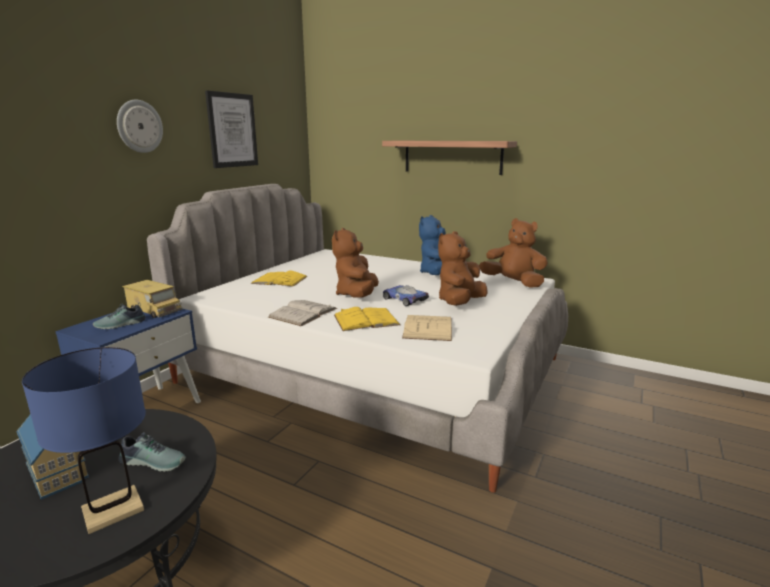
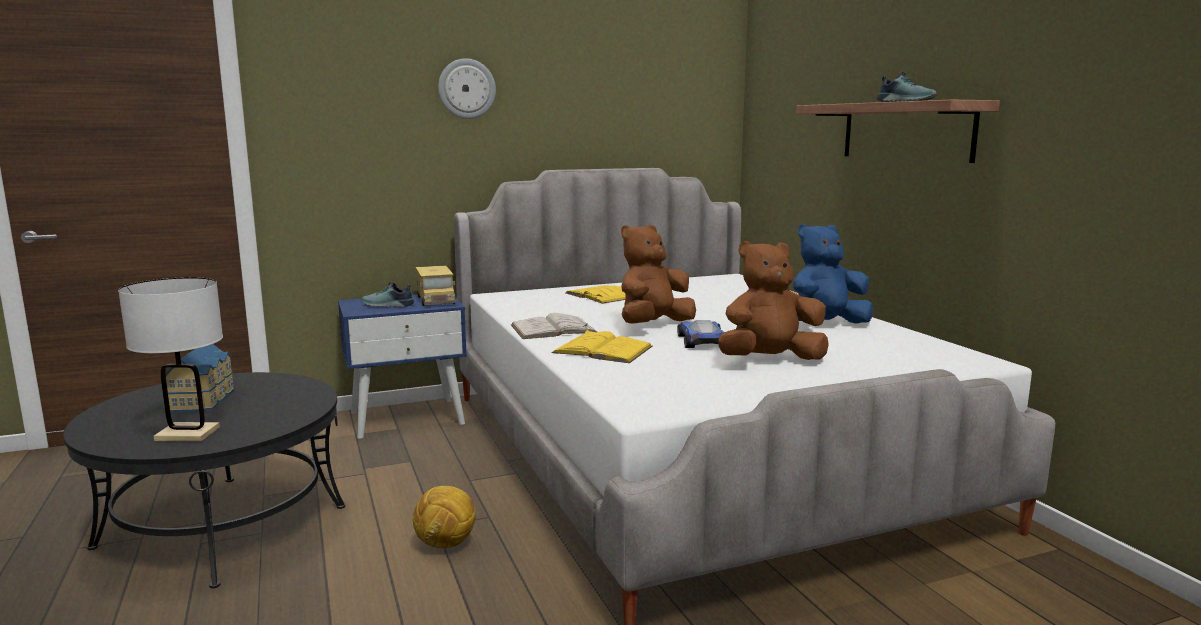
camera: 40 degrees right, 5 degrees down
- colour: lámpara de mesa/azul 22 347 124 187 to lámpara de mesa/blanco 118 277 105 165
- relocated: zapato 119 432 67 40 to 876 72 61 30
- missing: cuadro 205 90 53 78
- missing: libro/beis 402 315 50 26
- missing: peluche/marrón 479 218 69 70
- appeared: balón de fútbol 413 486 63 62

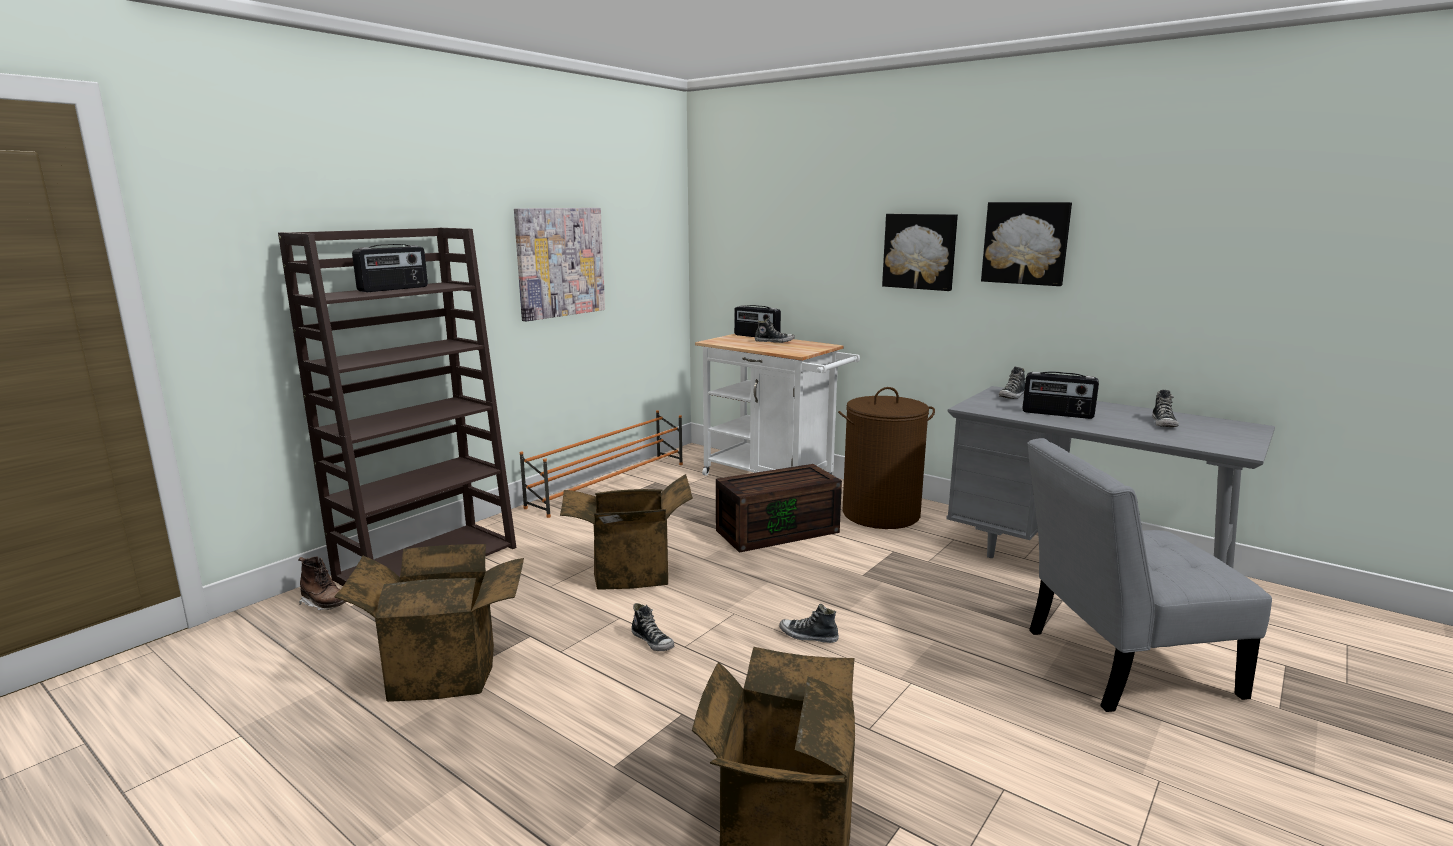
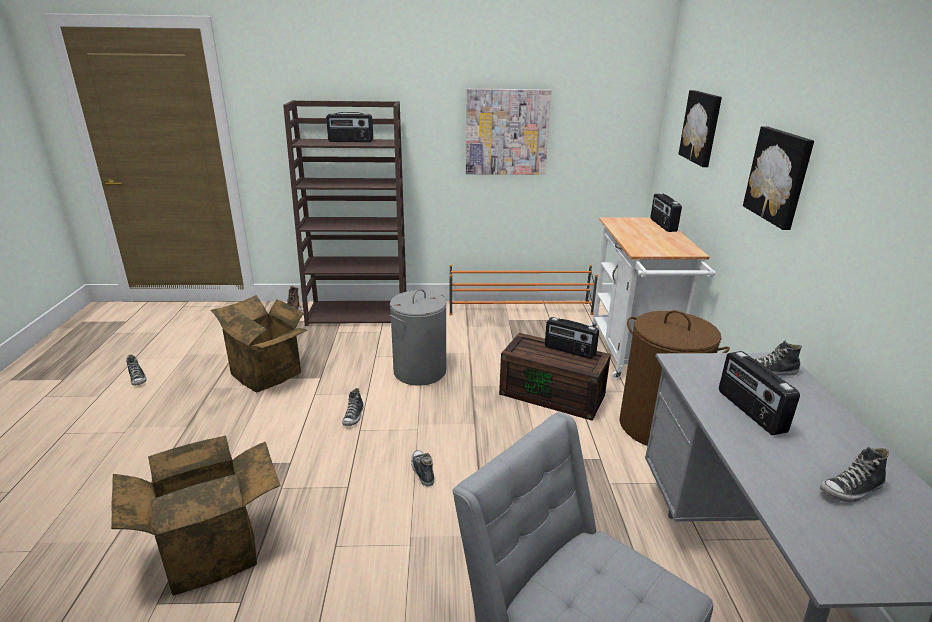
camera: 50 degrees right, 10 degrees up
- exchanged: caja de cartón 560 474 133 116 to cesto de la ropa/gris 390 289 57 97
- relocated: zapato 755 318 40 25 to 126 354 21 32
- relocated: cuadro 981 202 91 84 to 679 90 43 77
- appeared: radio 545 317 54 42

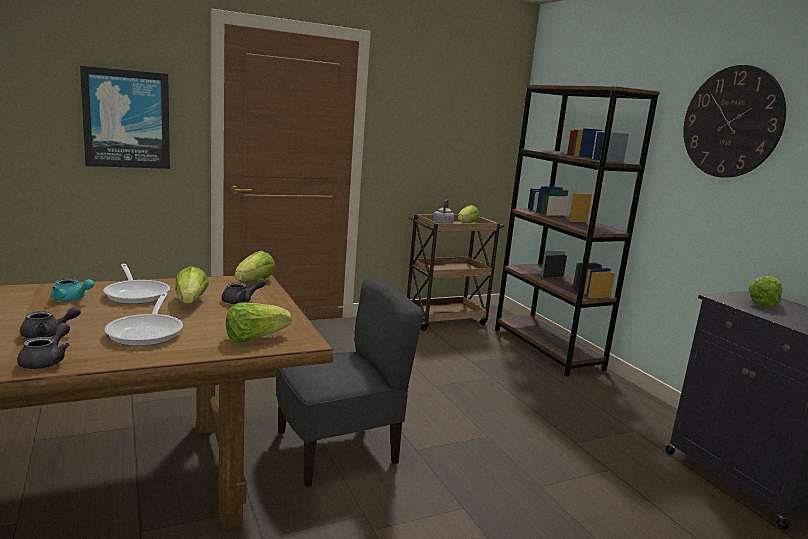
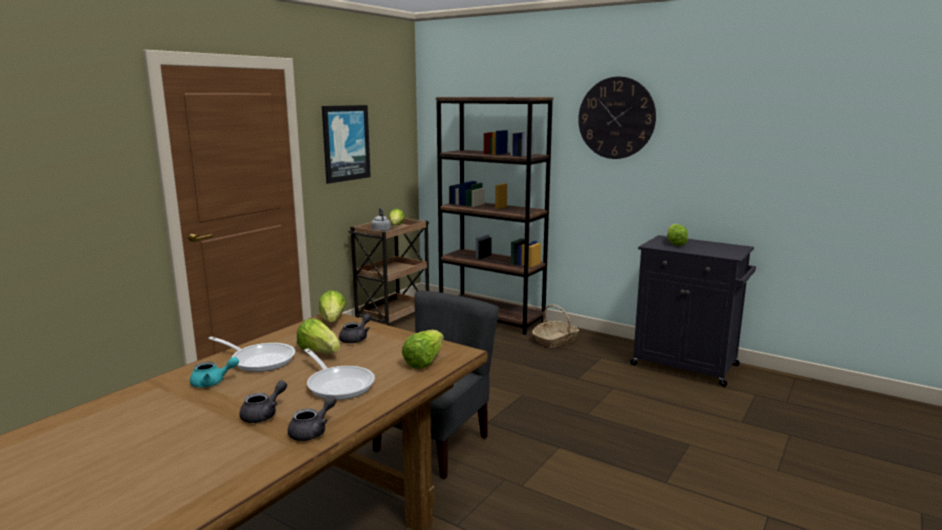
camera: 30 degrees left, 0 degrees up
- spun: tetera/gris 17 323 53 46 = 288 395 49 46 60 degrees clockwise
- relocated: cuadro 80 66 90 103 to 322 105 49 79
- appeared: cesta 532 304 47 44

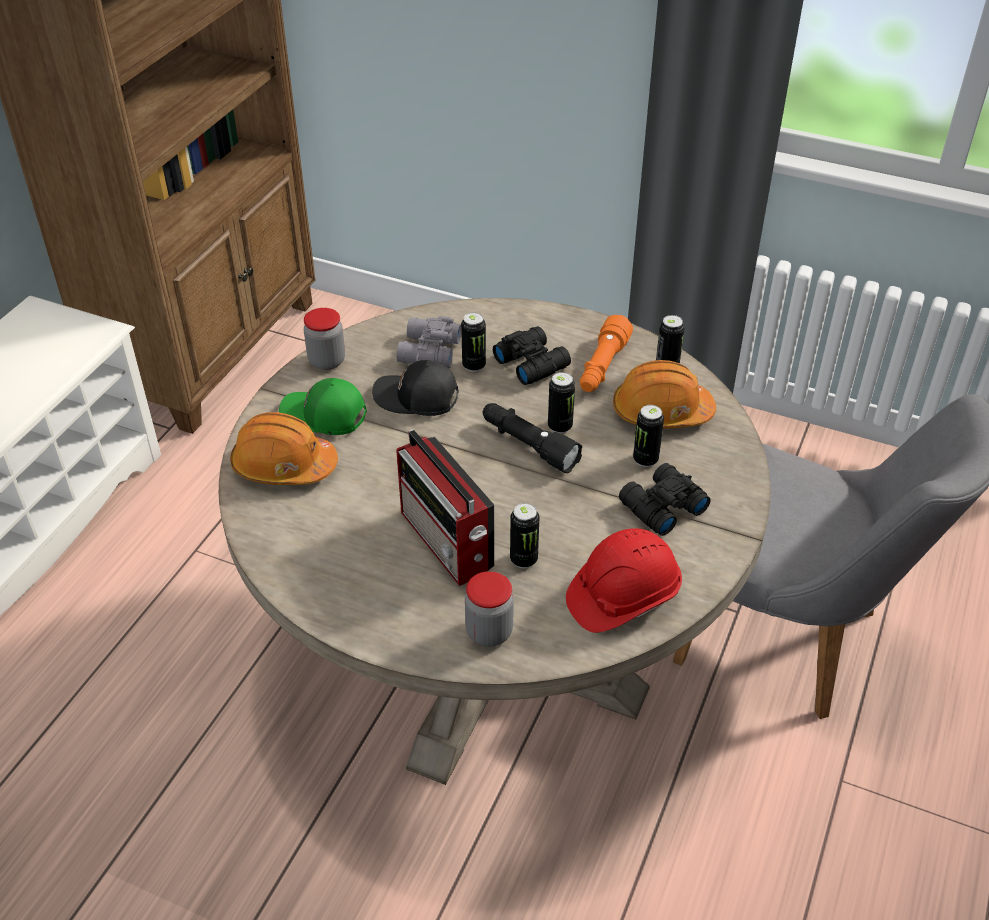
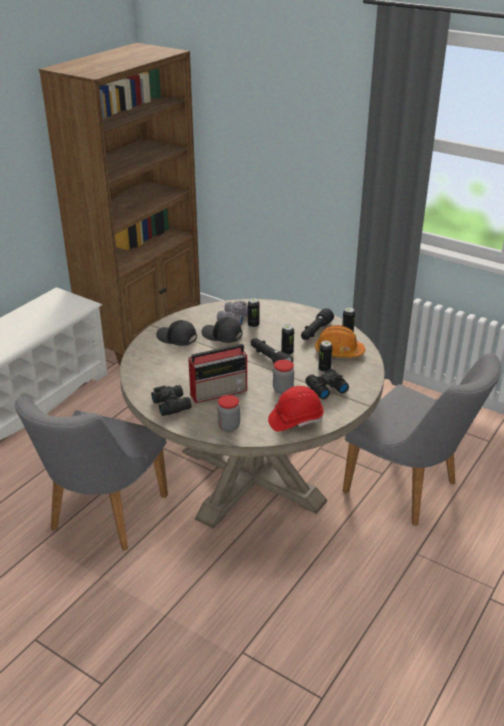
camera: 10 degrees right, 10 degrees down
- missing: casco/naranja 230 412 108 73
- colour: gorra/verde 279 378 88 57 to gorra/negro 156 320 41 26
- relocated: tarro 304 308 41 62 to 273 360 21 34
- spun: radio 396 429 98 157 = 188 344 60 59 90 degrees counterclockwise
- relocated: prismáticos/negro 493 326 78 59 to 151 385 41 31
- missing: lata 510 503 30 65
- colour: linterna/naranja 580 315 53 77 to linterna/negro 301 308 33 32
- appeared: silla/gris 15 397 153 154

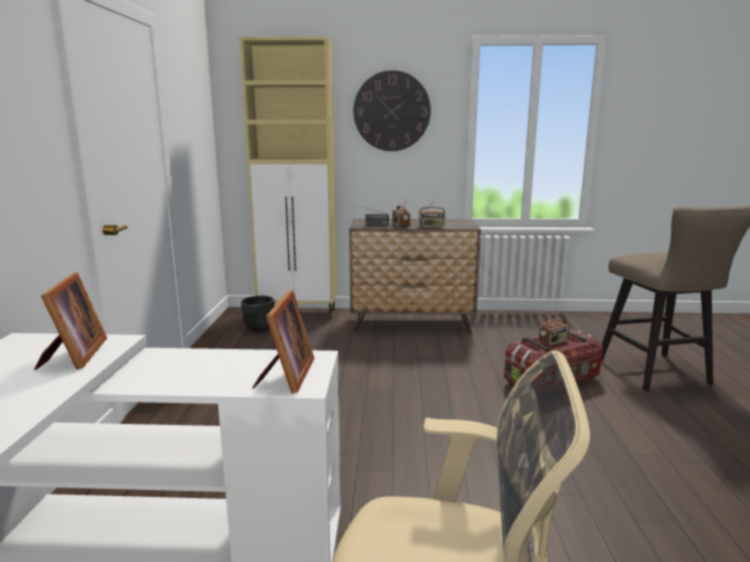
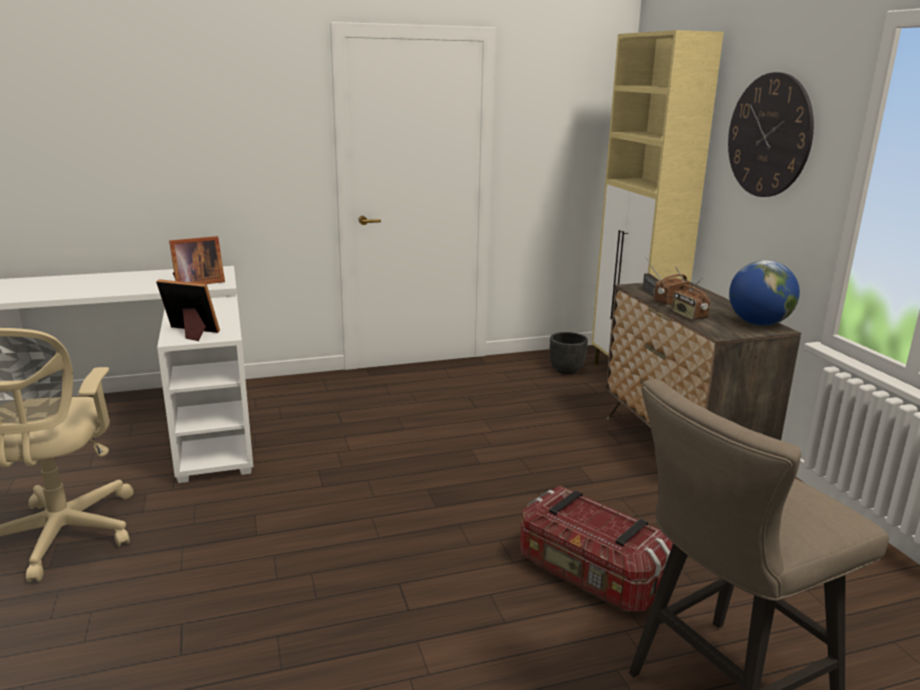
camera: 70 degrees right, 5 degrees up
- spun: portarretratos 252 290 62 103 = 156 279 64 62 150 degrees counterclockwise
- missing: radio 539 309 30 37
- appeared: globo terráqueo 729 260 71 66

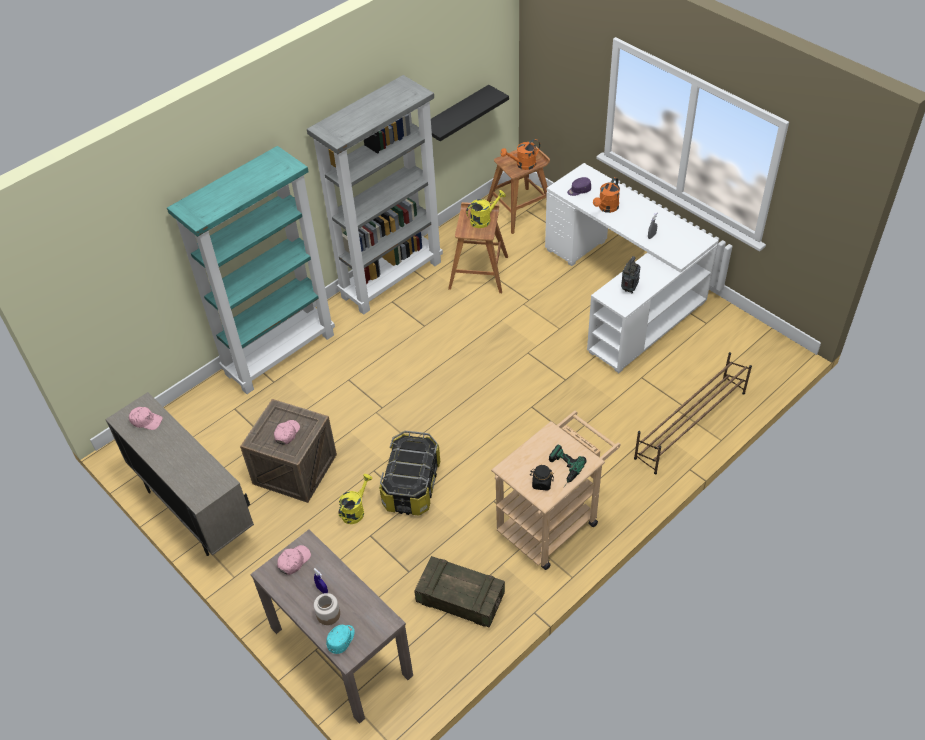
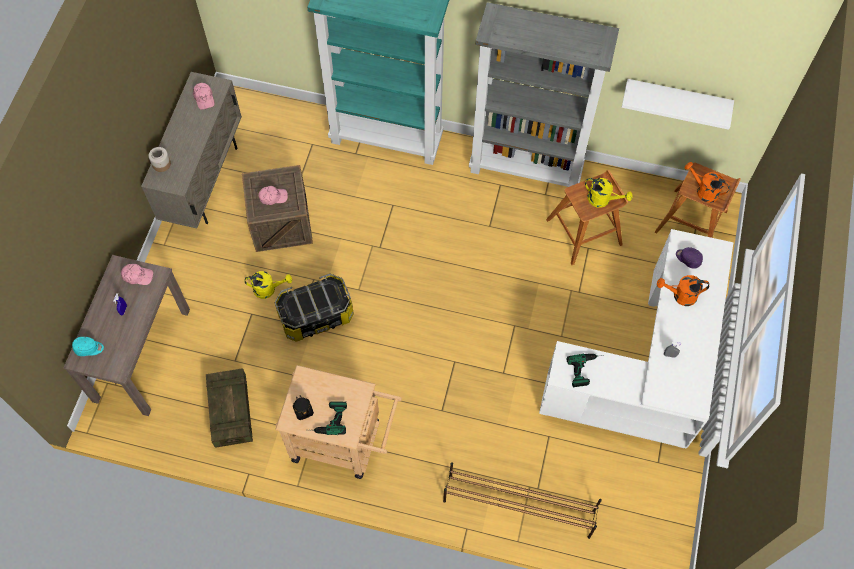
camera: 55 degrees right, 15 degrees up
- relocated: tarro 314 593 26 32 to 149 147 22 25
- colour: estante/negro 431 85 78 56 to estante/blanco 622 79 112 51
- exchanged: radio 621 256 19 38 to taladro 567 354 37 33

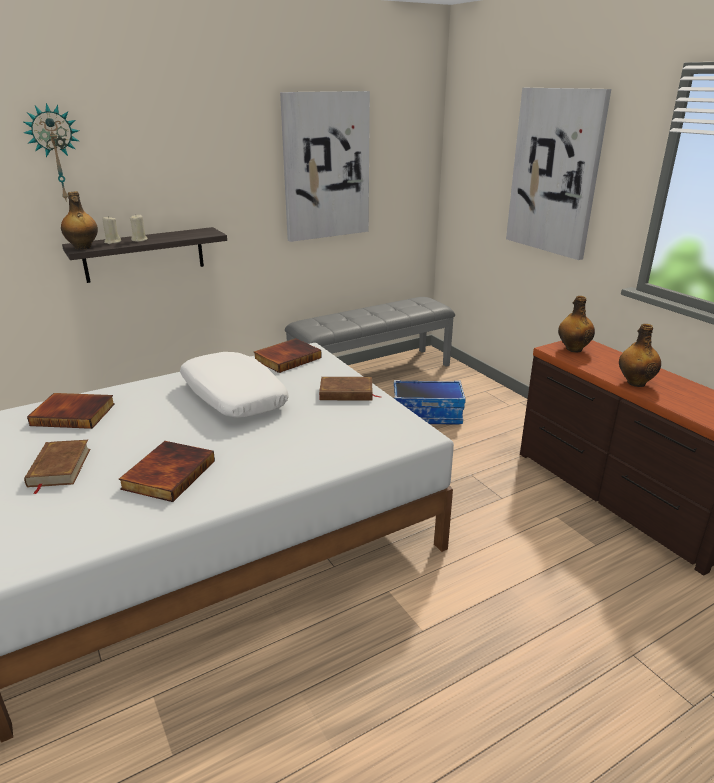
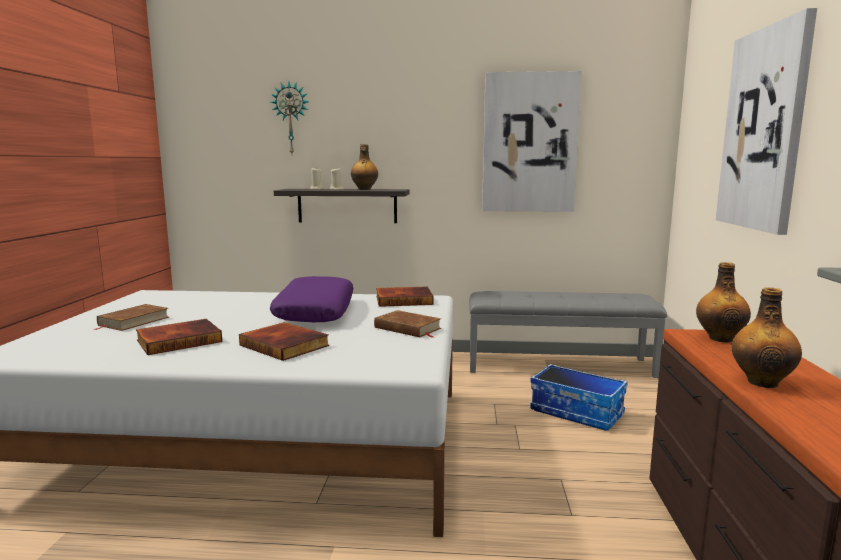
camera: 35 degrees right, 15 degrees down
- relocated: libro 27 393 88 36 to 239 322 90 39
- relocated: botella 61 191 37 59 to 351 144 27 46
- colour: cojín/blanco 180 352 109 66 to cojín/morado 270 276 83 46

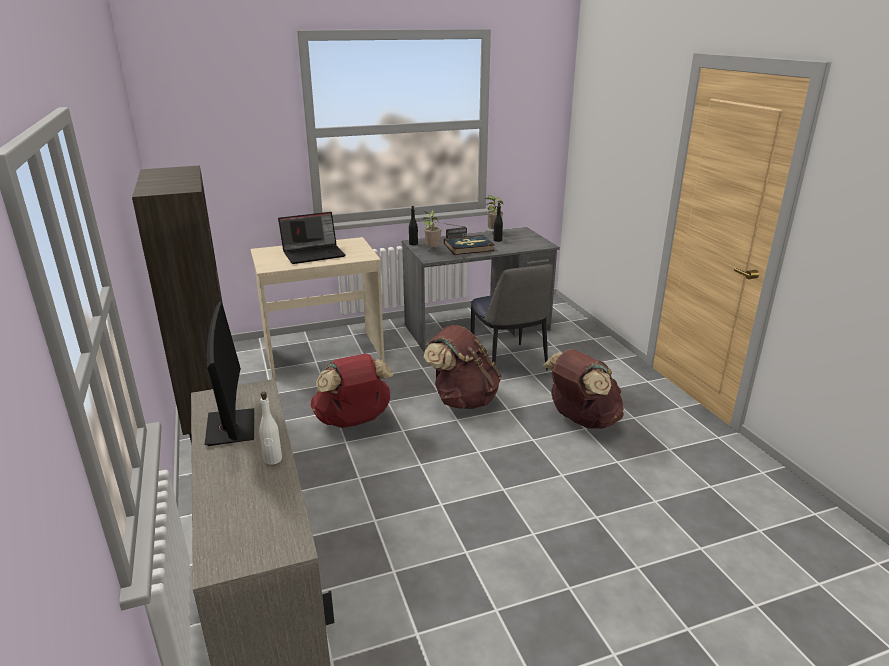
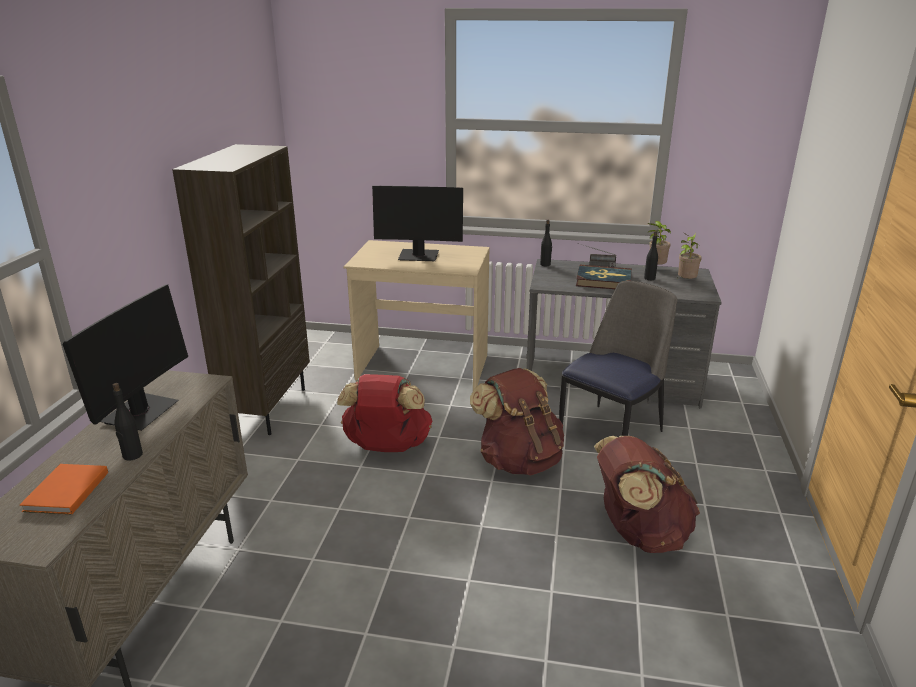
camera: 30 degrees right, 0 degrees up
- colour: botella/blanco 259 392 23 73 to botella/negro 112 383 31 78
- exchanged: portátil 278 212 68 52 to monitor 372 186 91 75
- relocated: planta en maceta 423 210 19 37 to 677 233 25 46
- spun: silla 471 264 82 107 = 559 281 118 155 150 degrees counterclockwise
- appeared: libro/naranja 20 464 88 51

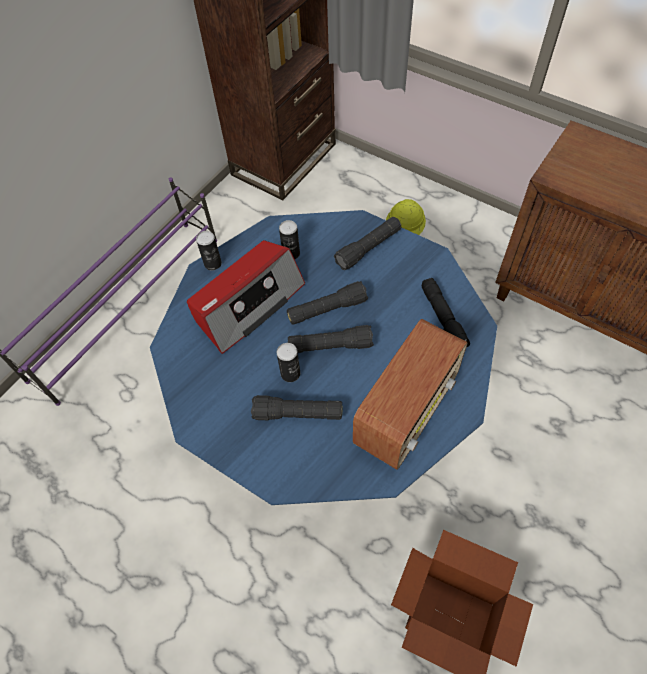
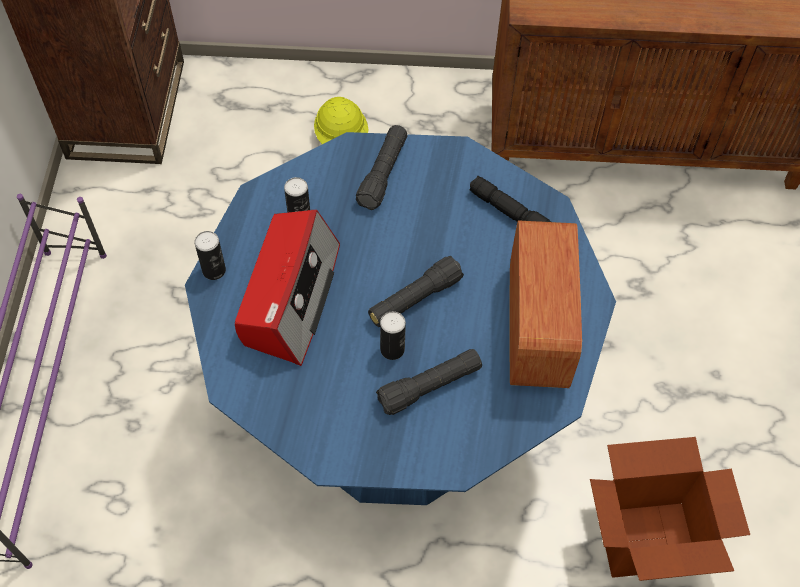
camera: 35 degrees left, 0 degrees up
- missing: linterna/negro 287 281 81 44

